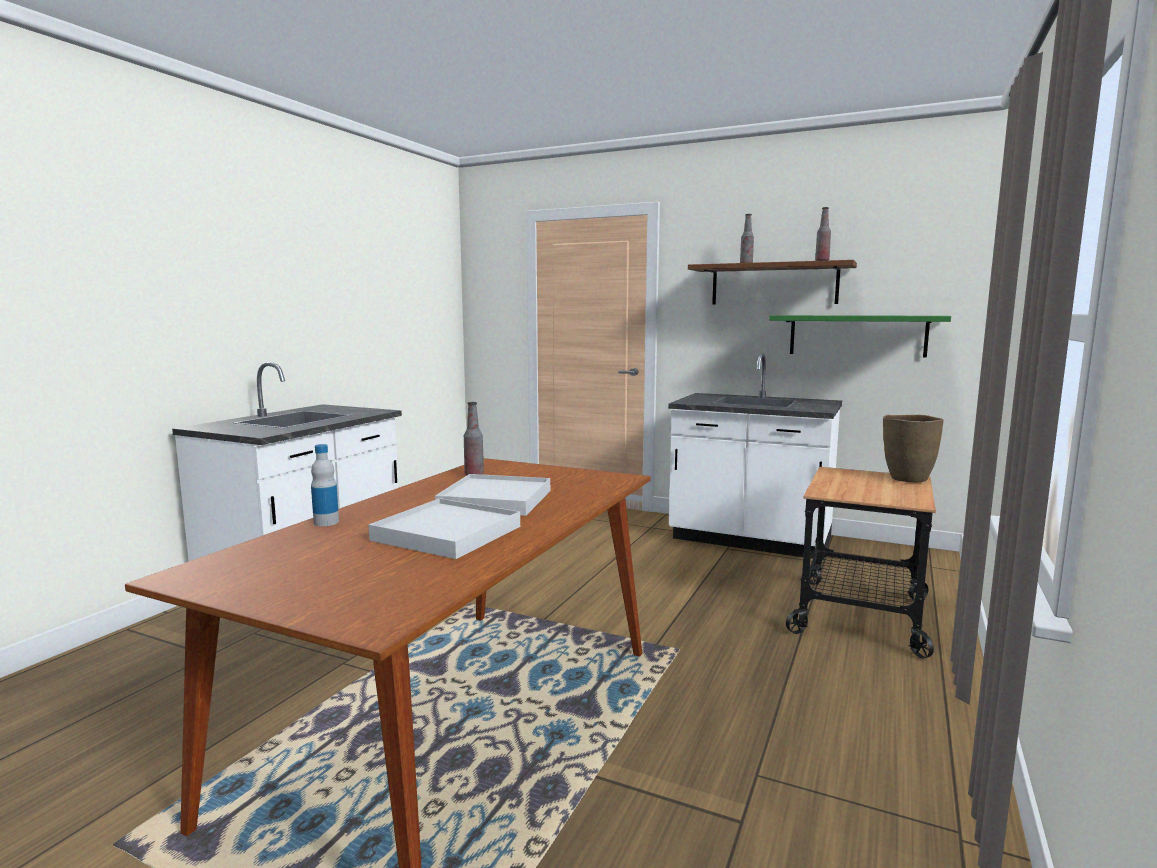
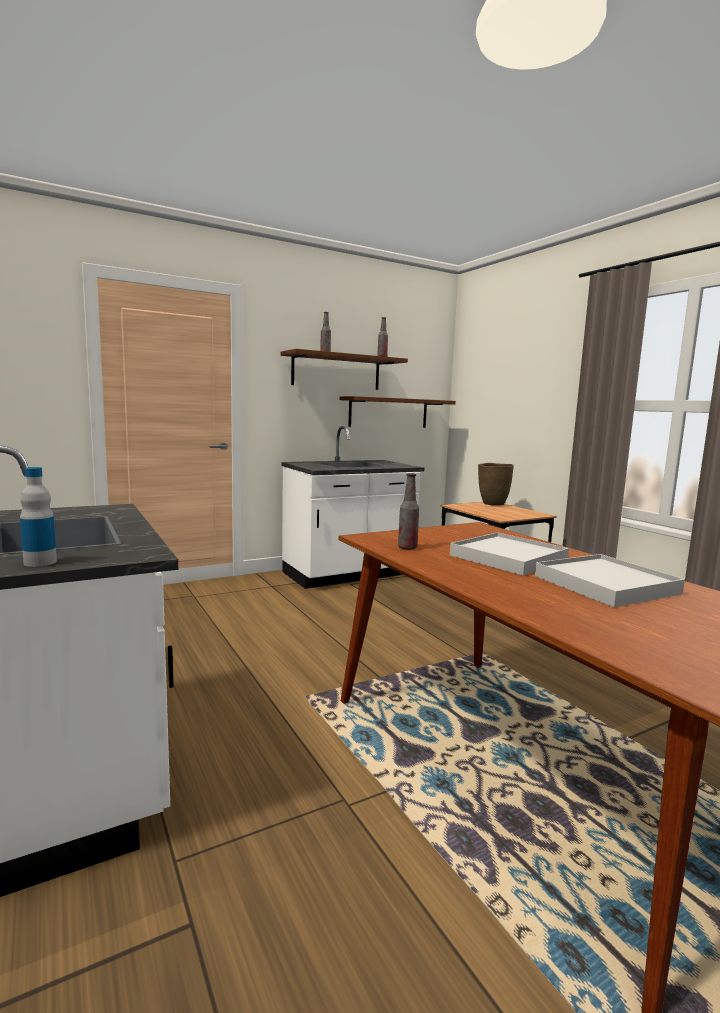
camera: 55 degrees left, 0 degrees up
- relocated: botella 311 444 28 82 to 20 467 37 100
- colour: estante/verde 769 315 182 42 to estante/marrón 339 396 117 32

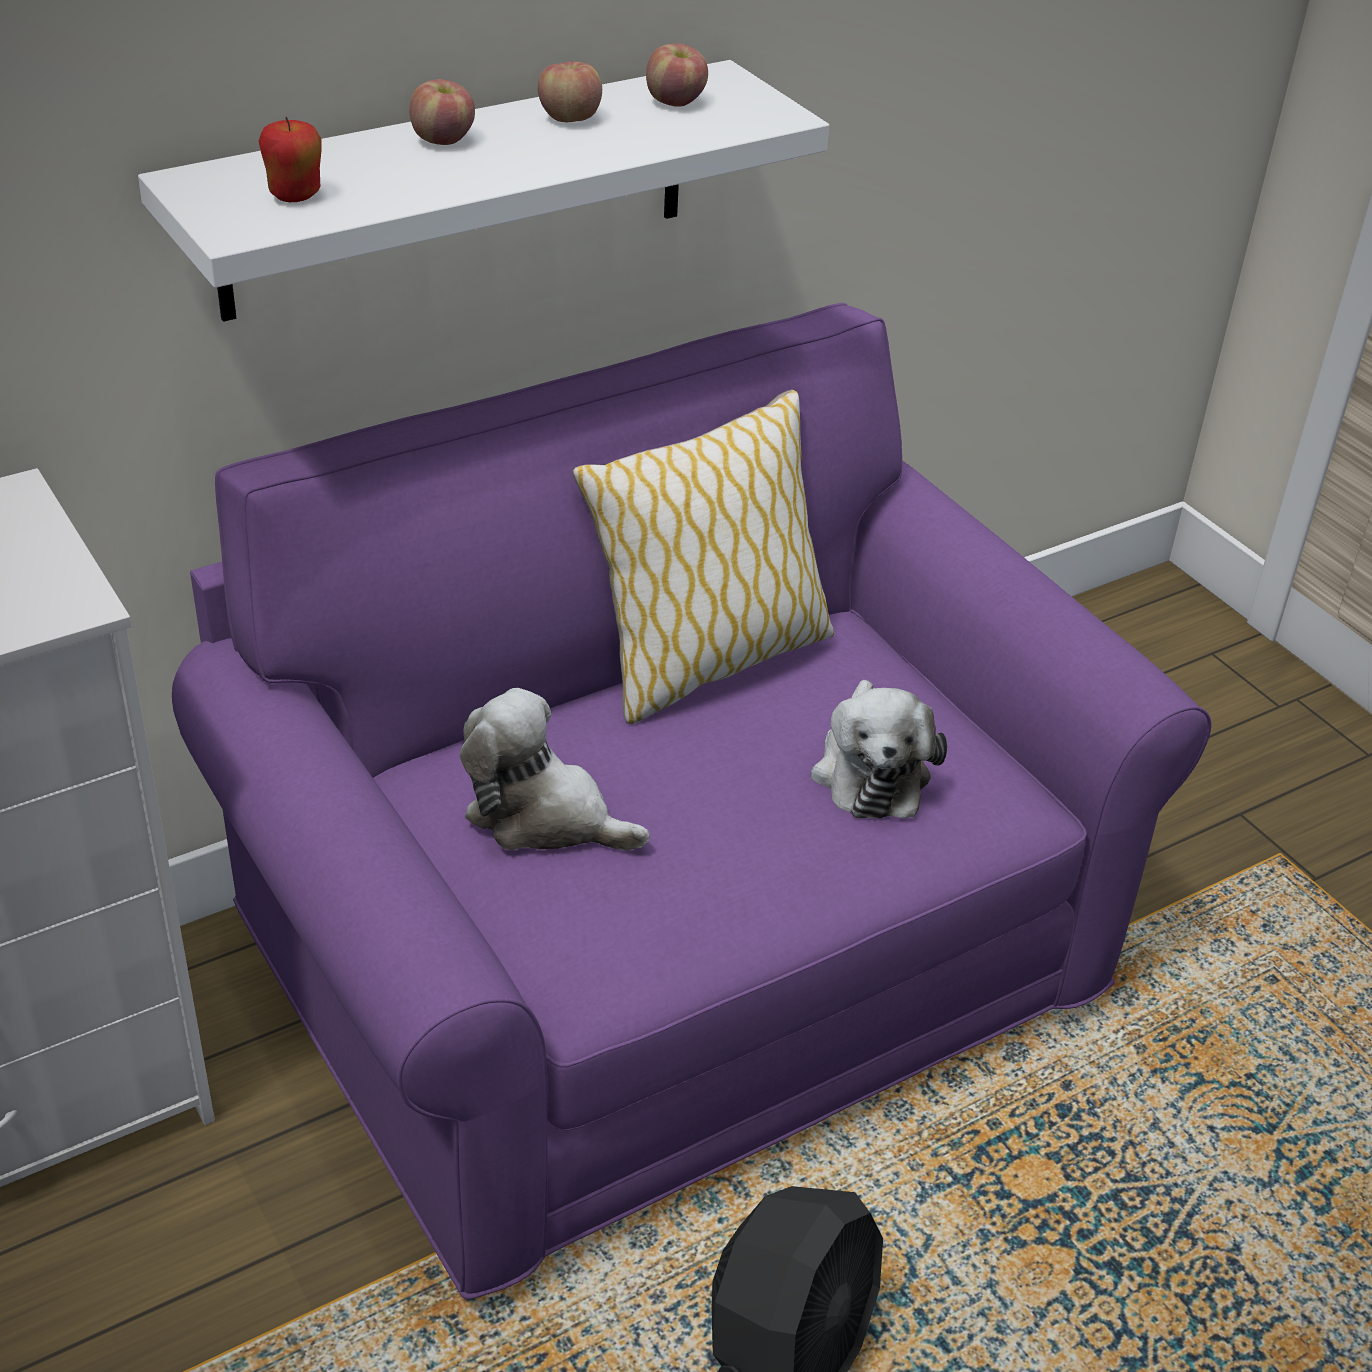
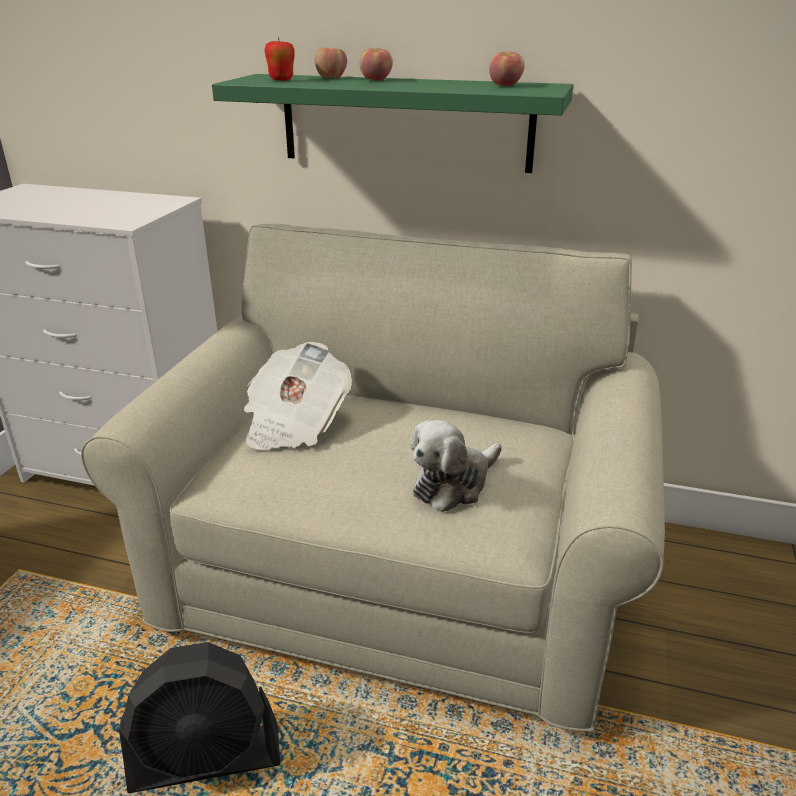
camera: 50 degrees right, 10 degrees down
- colour: estante/blanco 138 60 691 262 to estante/verde 212 74 361 99
- colour: sofá/morado 172 303 1039 996 to sofá/beis 81 223 584 509
- exchanged: peluche 460 688 189 163 to periódico 244 342 108 108
- relocated: manzana 538 61 64 61 to 315 47 32 31
- missing: cojín 573 390 261 334

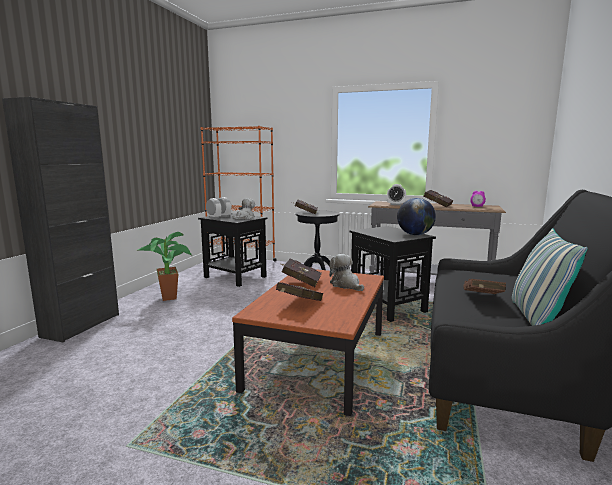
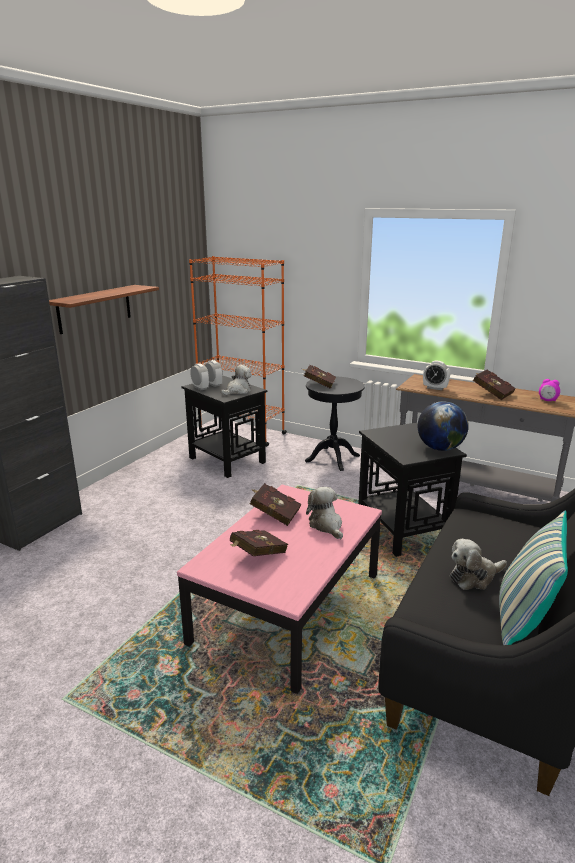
camera: 10 degrees right, 10 degrees up
- missing: planta en maceta 138 232 55 69
- colour: mesa de centro/marrón 232 269 152 147 to mesa de centro/rosa 177 485 205 209
- exchanged: libro/marrón 463 279 43 15 to peluche 450 539 57 51
- appeared: estante 49 285 110 49

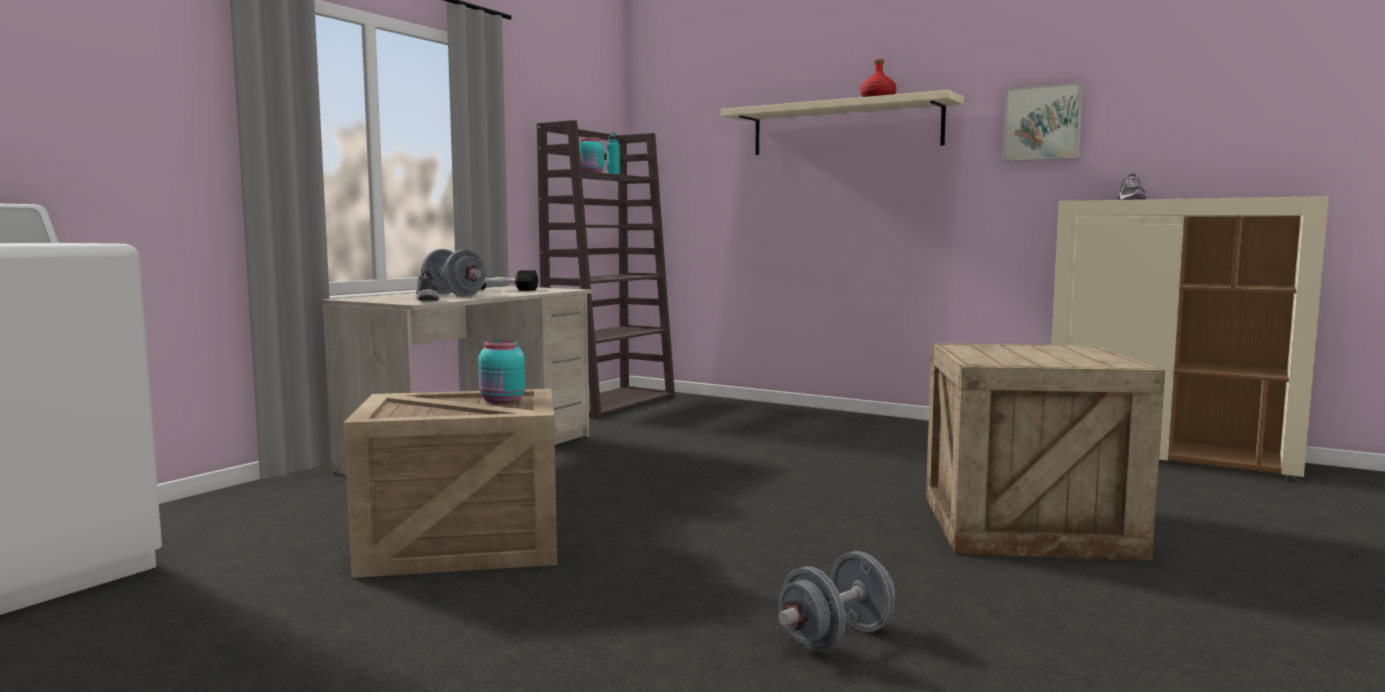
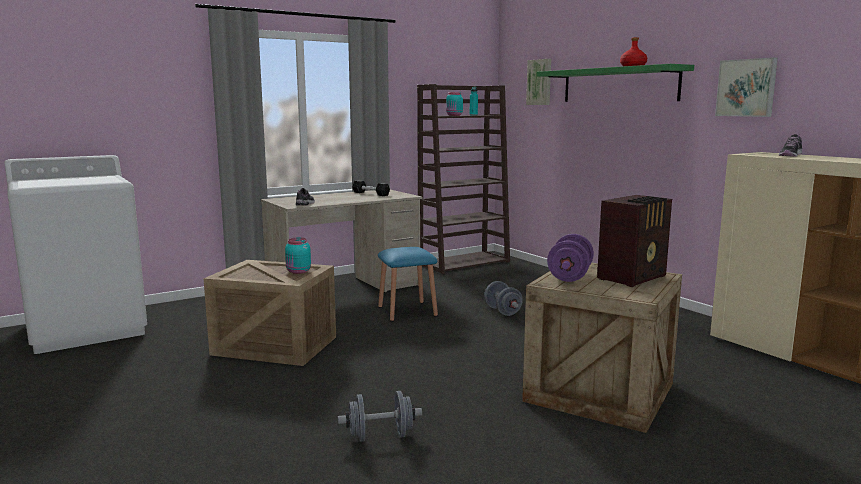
camera: 25 degrees right, 5 degrees up
- relocated: mancuerna/gris 421 249 65 47 to 484 281 39 35
- colour: estante/beis 721 90 243 65 to estante/verde 536 64 158 38
- appeared: taburete/azul 378 247 60 75
- appeared: cuadro 526 59 25 46
- appeared: mancuerna/morado 547 234 47 48
- appeared: radio 597 195 75 92

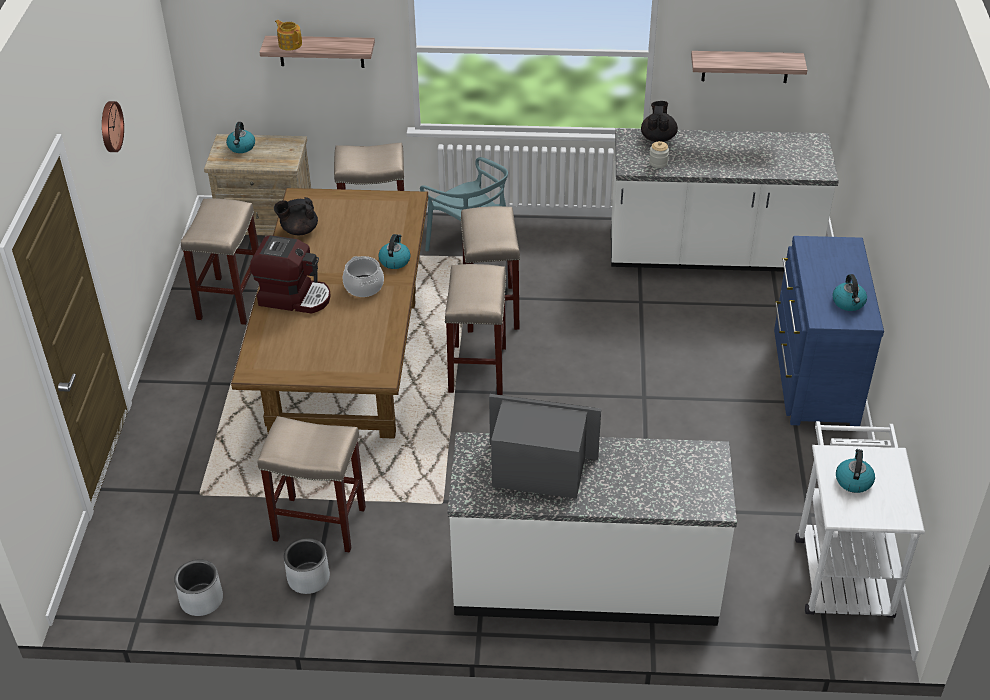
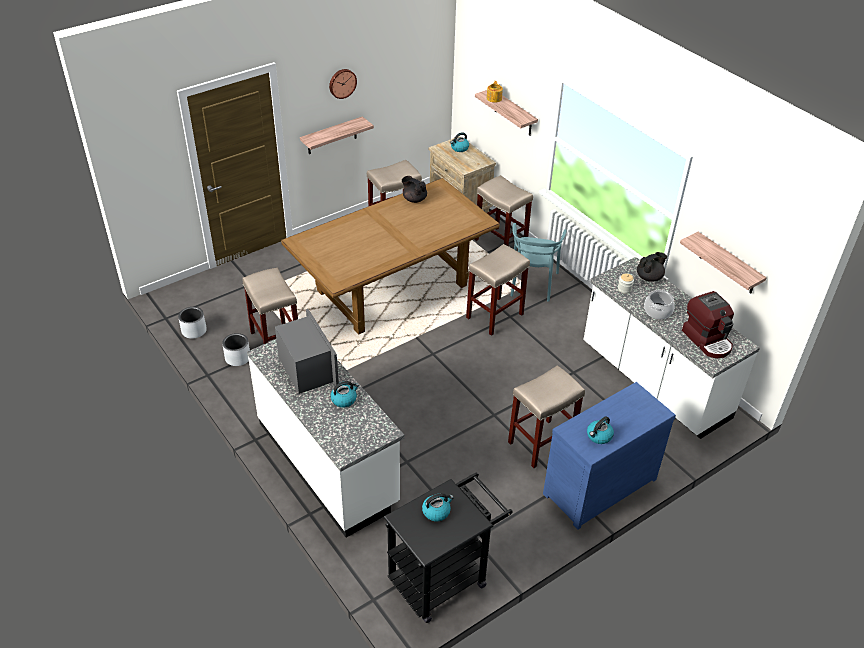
camera: 50 degrees right, 0 degrees up
- relocated: cafetera 250 235 81 79 to 682 291 52 67
- relocated: olla 343 256 41 41 to 644 290 31 29
- relocated: hervidor 378 234 33 35 to 331 381 28 27
- relocated: taburete/beis 444 264 62 131 to 508 365 77 103
- colour: carrito/blanco 795 421 130 197 to carrito/negro 384 472 129 151
- appeared: estante 300 116 74 38

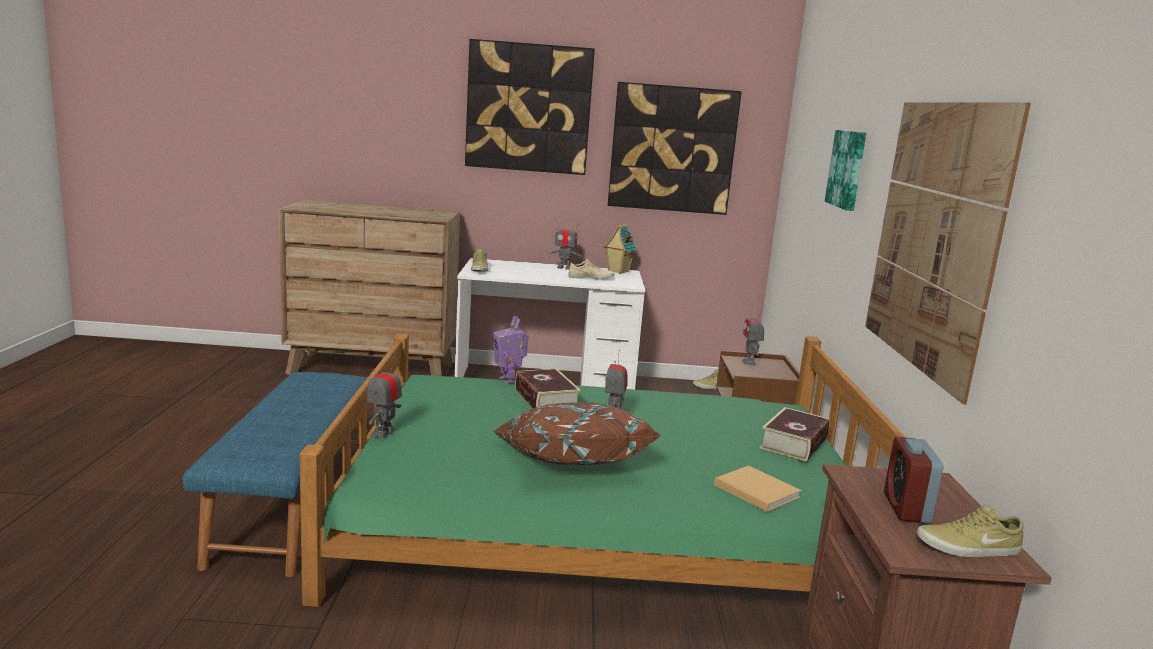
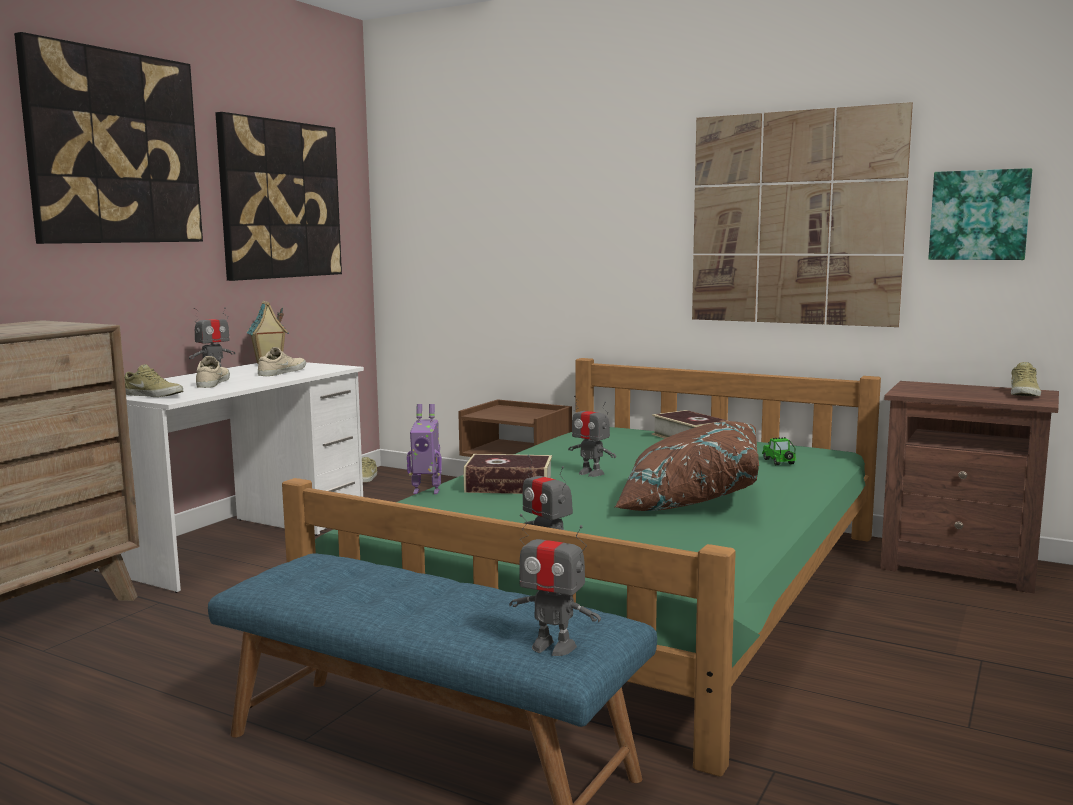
camera: 60 degrees left, 5 degrees down
- exchanged: libro/beis 714 466 88 46 to coche de juguete 762 437 35 28
- relocated: robot de juguete 741 307 23 59 to 509 514 92 142
- relocated: cuadro 825 130 41 81 to 929 168 103 92
- missing: despertador 884 437 59 87
- appeared: zapato/beis 196 356 34 32

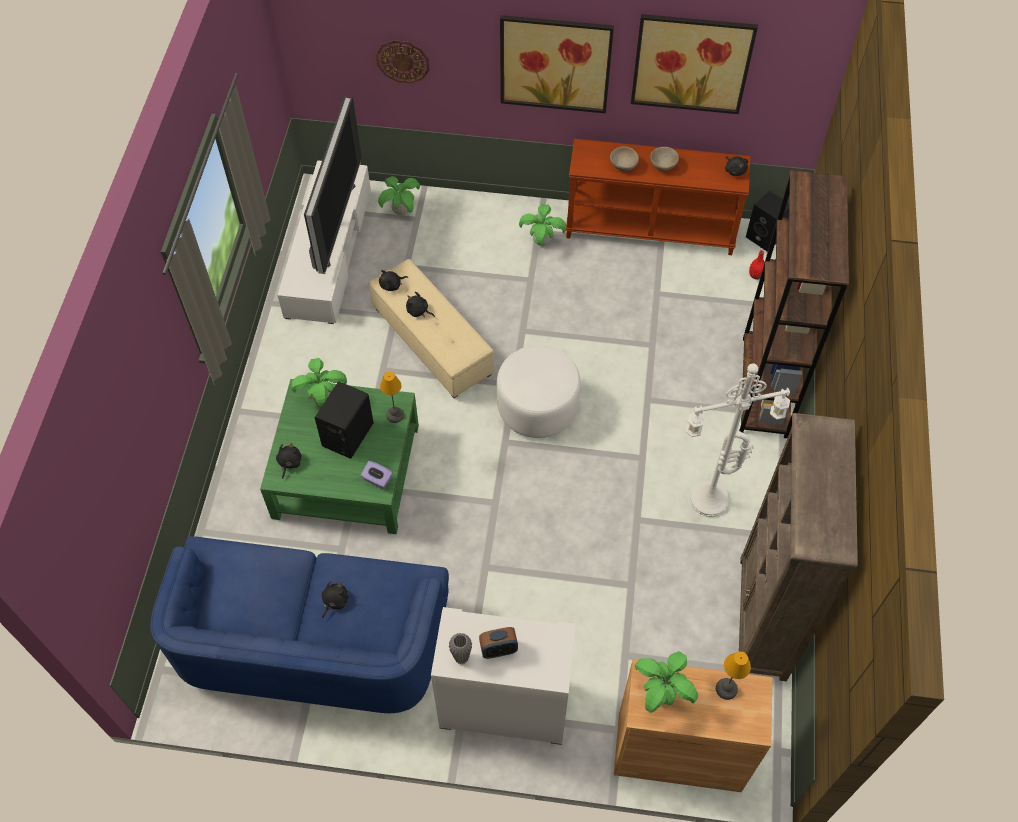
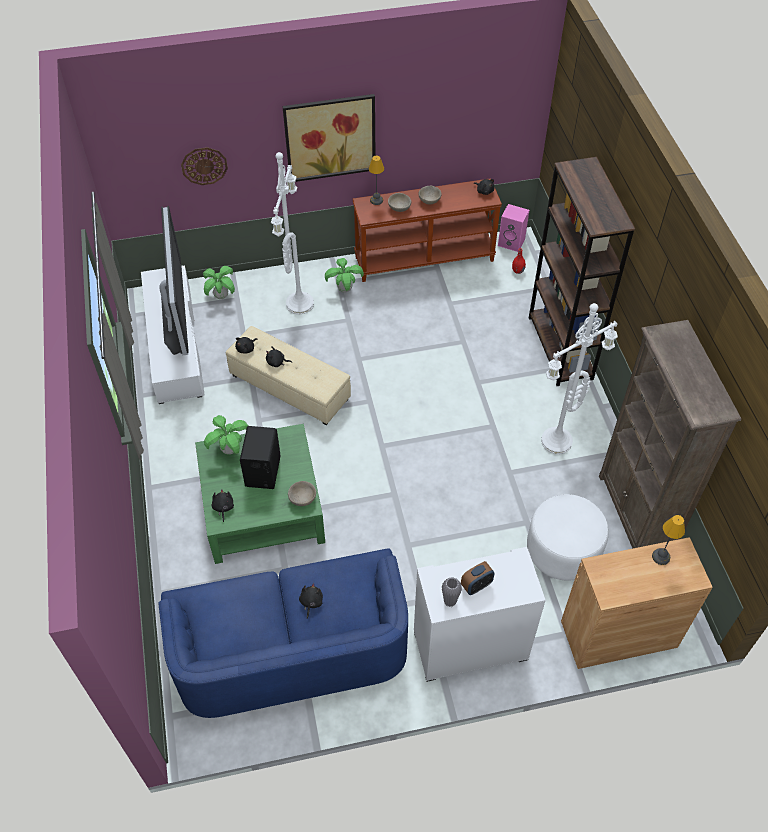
camera: 20 degrees left, 5 degrees down
- exchanged: caja de pañuelos/morado 361 461 32 28 to cuenco/beis 288 481 28 25
- relocated: lámpara de mesa 380 371 24 52 to 369 156 15 49
- relocated: puf/blanco 497 345 84 93 to 527 494 82 87
- missing: cuadro 631 14 127 100
- missing: planta en maceta 635 651 63 62
- colour: altavoz/negro 746 191 43 61 to altavoz/rosa 498 204 31 48
- appeared: lámpara de pie/blanco 271 152 43 162

